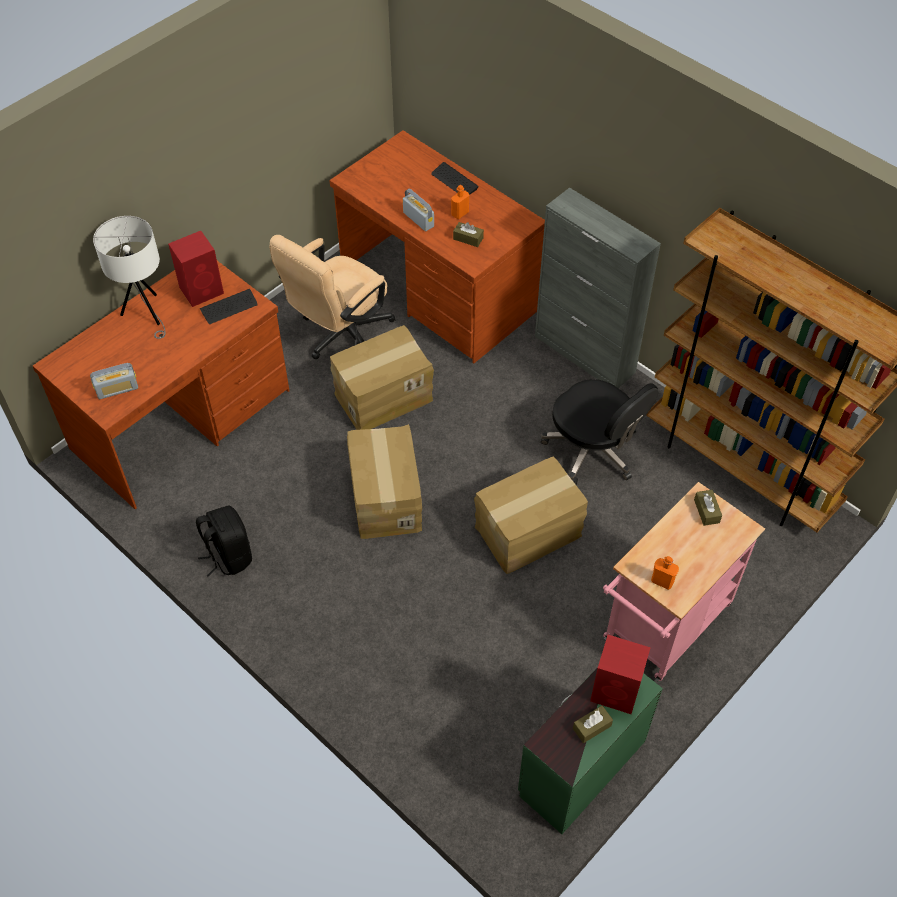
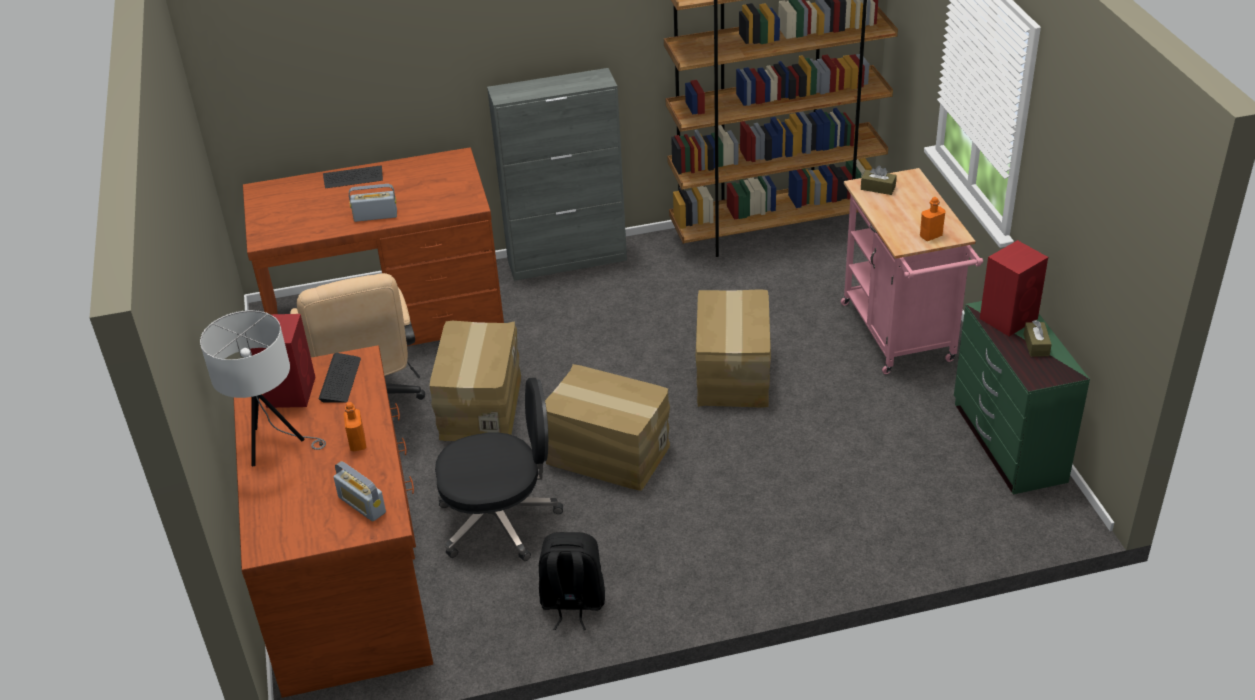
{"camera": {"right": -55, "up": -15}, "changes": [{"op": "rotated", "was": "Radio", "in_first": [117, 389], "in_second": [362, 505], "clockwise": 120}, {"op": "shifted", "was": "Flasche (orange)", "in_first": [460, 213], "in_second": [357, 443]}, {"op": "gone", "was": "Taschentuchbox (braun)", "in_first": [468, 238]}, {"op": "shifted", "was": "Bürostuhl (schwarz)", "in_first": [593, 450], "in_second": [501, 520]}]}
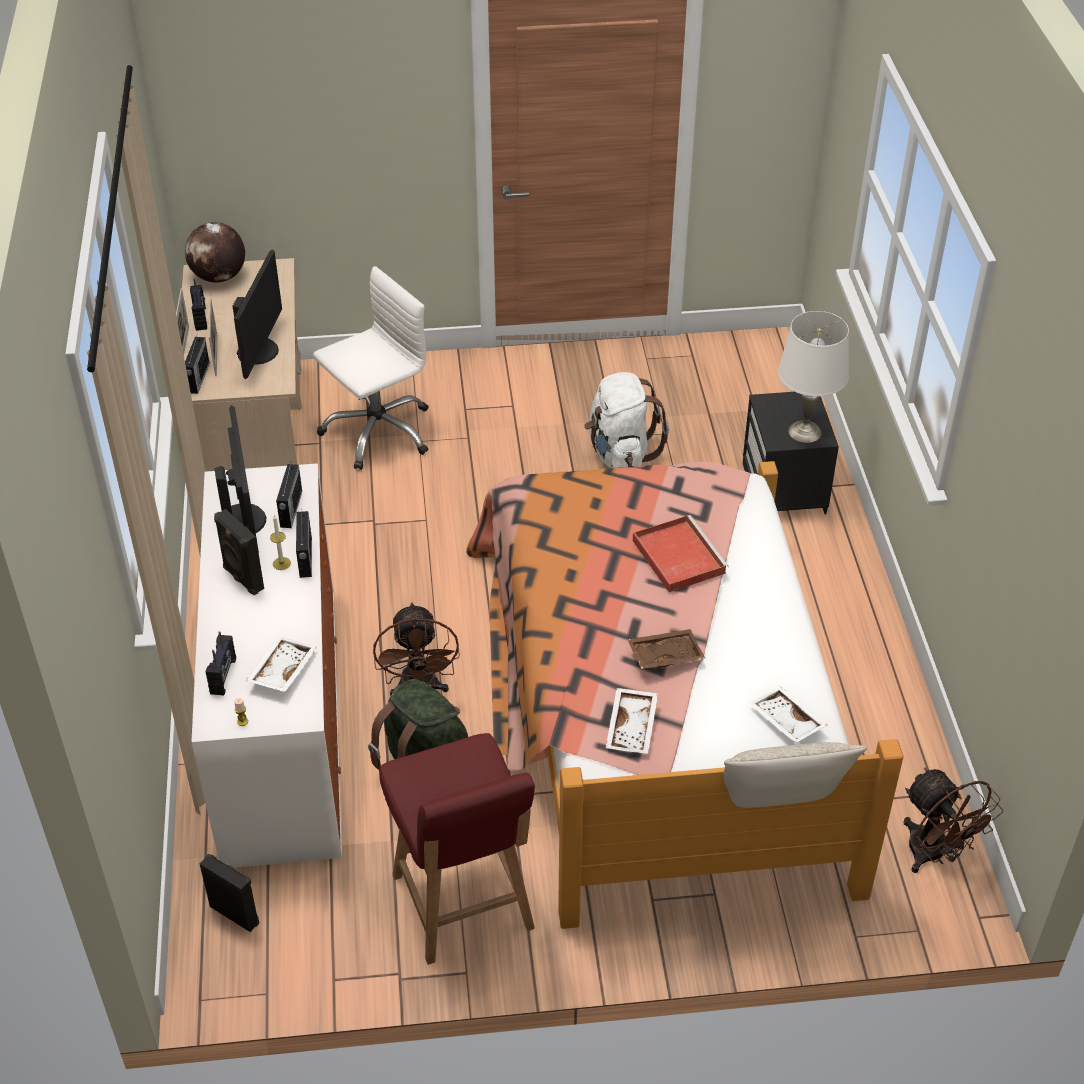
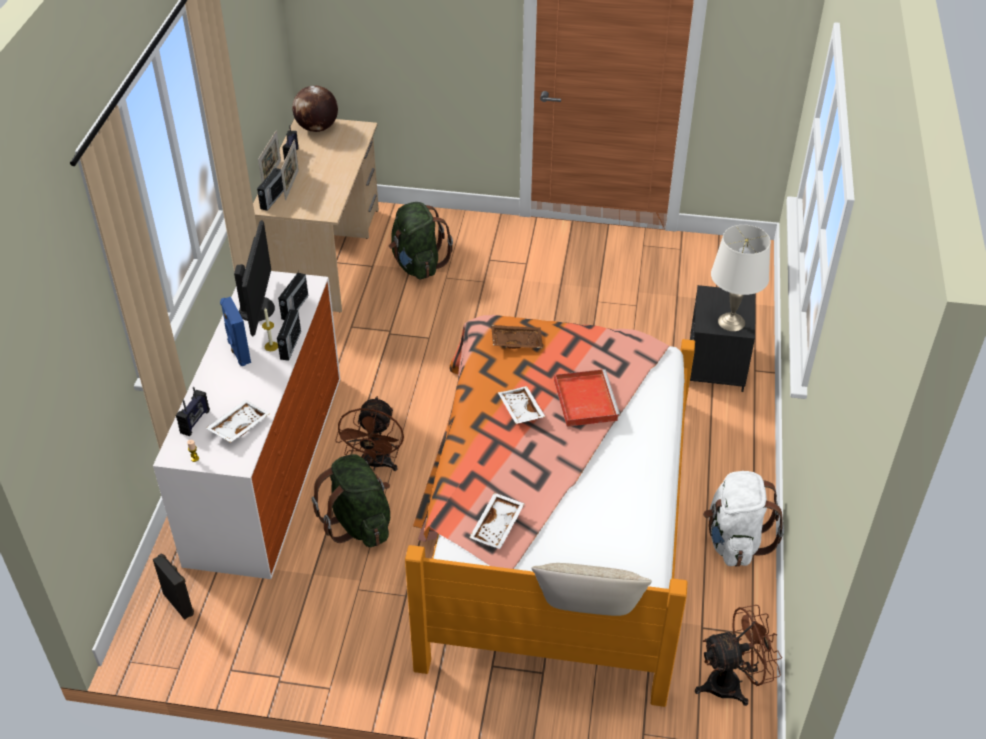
{"camera": {"right": 15, "up": 0}, "changes": [{"op": "repainted", "was": "Lautsprecher (schwarz)", "now": "Lautsprecher (blau)", "in_first": [242, 579], "in_second": [238, 352]}, {"op": "gone", "was": "Monitor", "in_first": [259, 351]}, {"op": "swapped", "was": "Bürostuhl (weiß)", "now": "Rucksack (grün)", "in_first": [377, 431], "in_second": [418, 265]}, {"op": "gone", "was": "Stuhl (rot)", "in_first": [463, 905]}, {"op": "shifted", "was": "Rucksack (weiß)", "in_first": [620, 453], "in_second": [734, 541]}, {"op": "shifted", "was": "Tablett (braun)", "in_first": [665, 655], "in_second": [516, 341]}, {"op": "shifted", "was": "Tablett (weiß)", "in_first": [785, 721], "in_second": [520, 410]}, {"op": "rotated", "was": "Ventilator (braun)", "in_first": [934, 855], "in_second": [732, 683], "clockwise": -90}]}
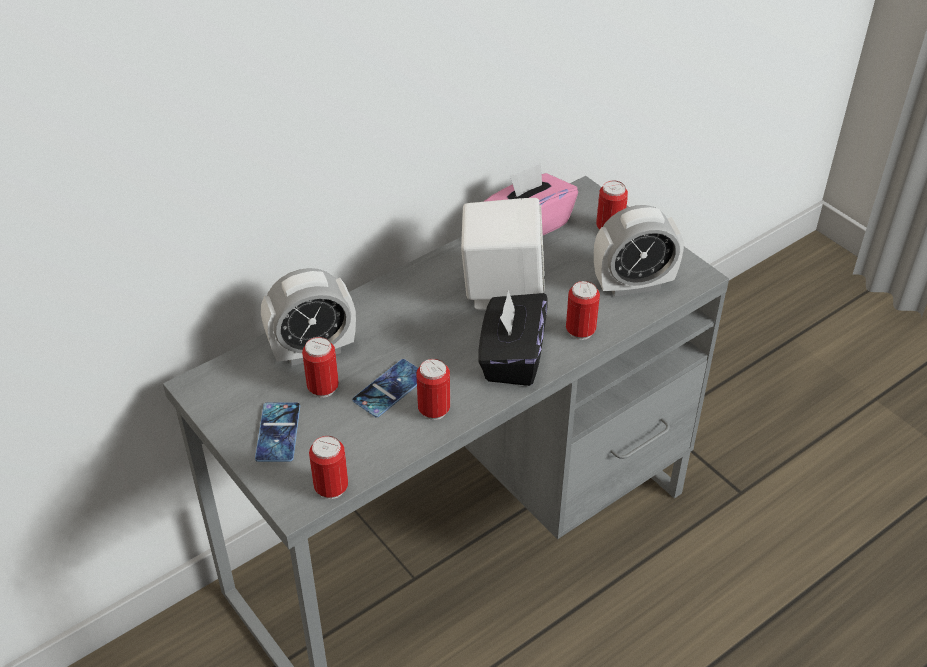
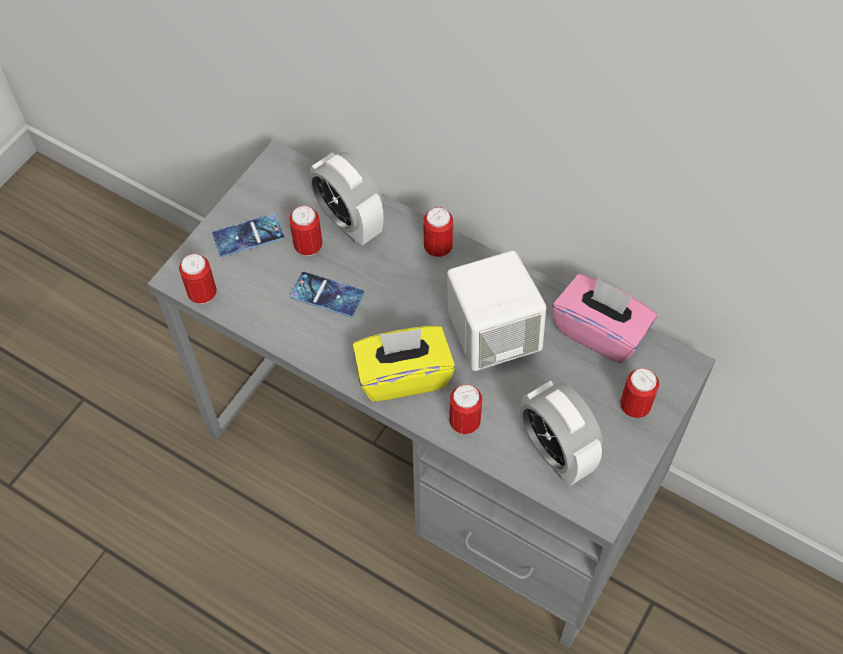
{"camera": {"right": 70, "up": 15}, "changes": [{"op": "shifted", "was": "Dose", "in_first": [434, 410], "in_second": [438, 248]}, {"op": "repainted", "was": "Taschentuchbox (schwarz)", "now": "Taschentuchbox (gelb)", "in_first": [511, 358], "in_second": [403, 375]}]}
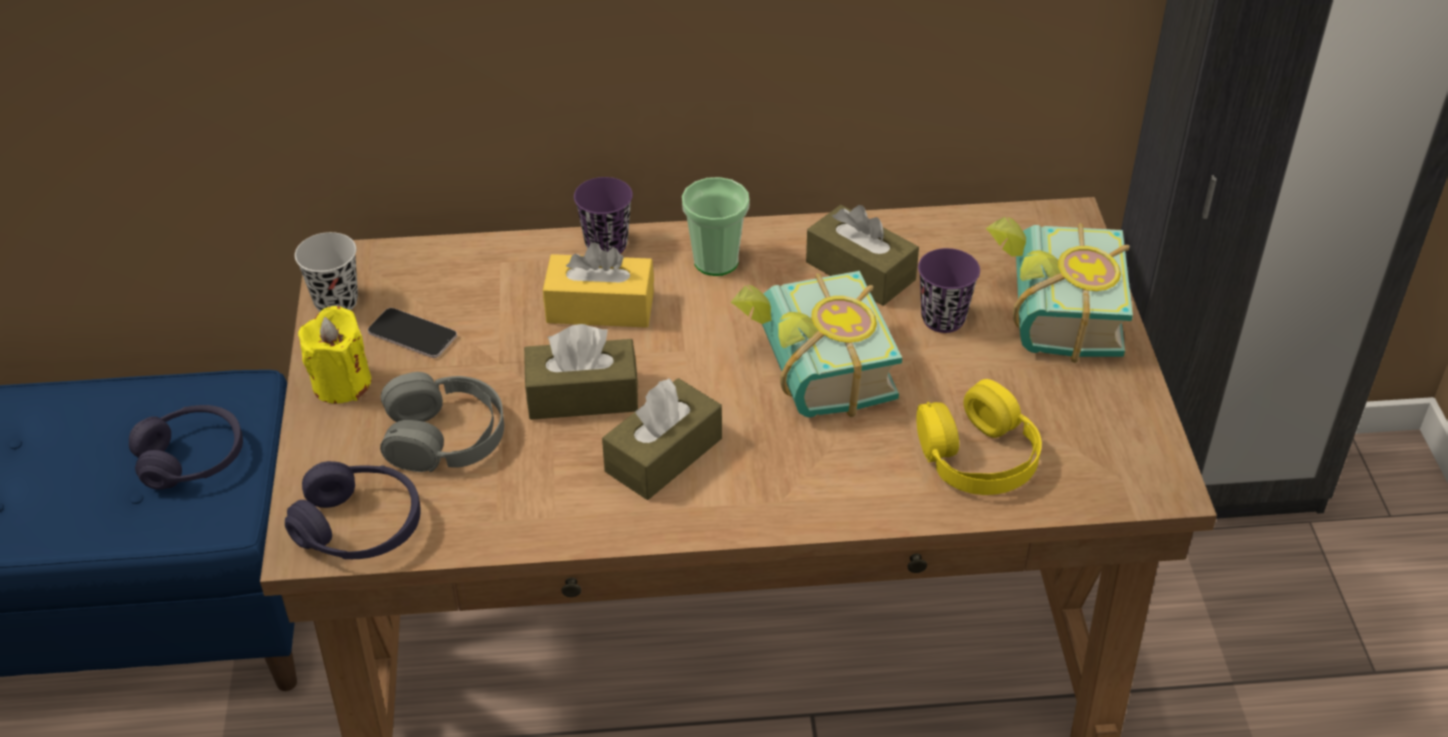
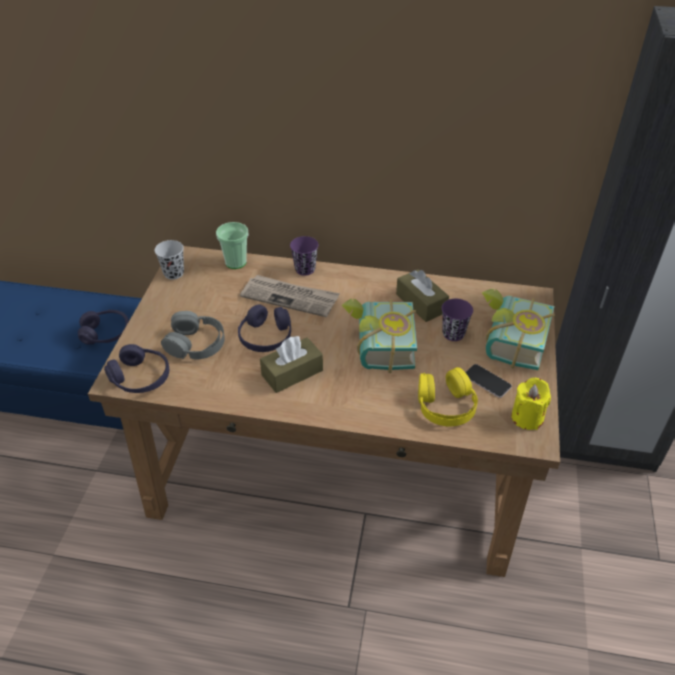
{"camera": {"right": 15, "up": 0}, "changes": [{"op": "shifted", "was": "Kerze (gelb)", "in_first": [341, 383], "in_second": [527, 417]}, {"op": "shifted", "was": "Handy", "in_first": [412, 334], "in_second": [487, 381]}, {"op": "swapped", "was": "Taschentuchbox (braun)", "now": "Kopfhörer (lila)", "in_first": [582, 396], "in_second": [265, 337]}, {"op": "swapped", "was": "Taschentuchbox (gelb)", "now": "Zeitung", "in_first": [600, 307], "in_second": [290, 297]}, {"op": "shifted", "was": "Tasse", "in_first": [716, 261], "in_second": [235, 262]}]}
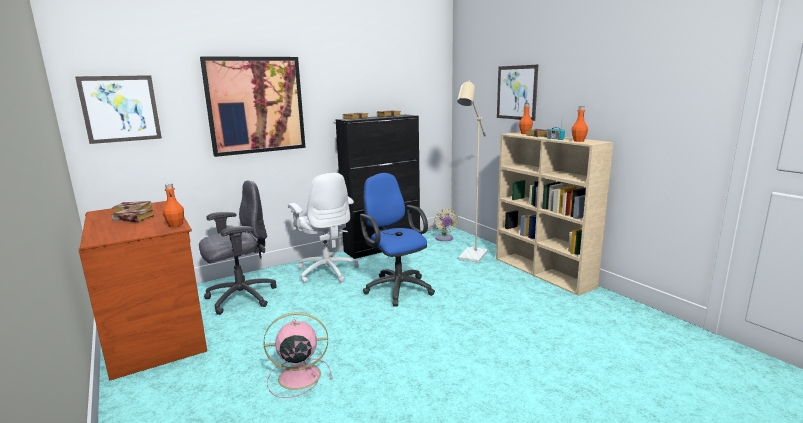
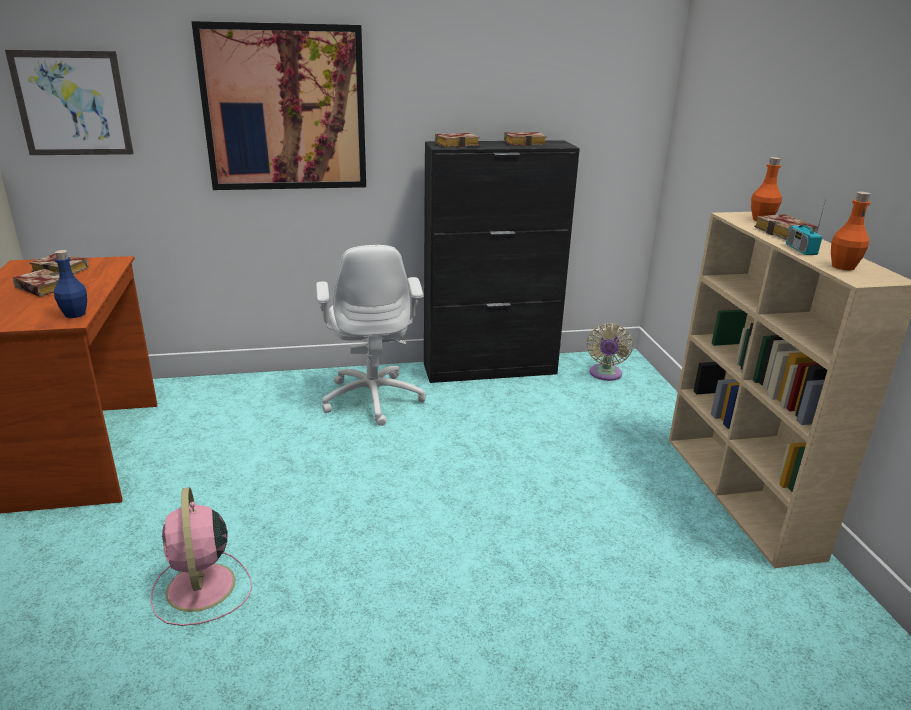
{"camera": {"right": 20, "up": 10}, "changes": [{"op": "repainted", "was": "Flasche (orange)", "now": "Flasche (blau)", "in_first": [175, 225], "in_second": [75, 314]}, {"op": "gone", "was": "Bürostuhl (grau)", "in_first": [240, 297]}, {"op": "rotated", "was": "Ventilator (rosa)", "in_first": [297, 376], "in_second": [201, 589], "clockwise": -120}, {"op": "gone", "was": "Bürostuhl (blau)", "in_first": [396, 288]}, {"op": "gone", "was": "Stehlampe (beige)", "in_first": [471, 257]}, {"op": "gone", "was": "Bild", "in_first": [516, 92]}]}
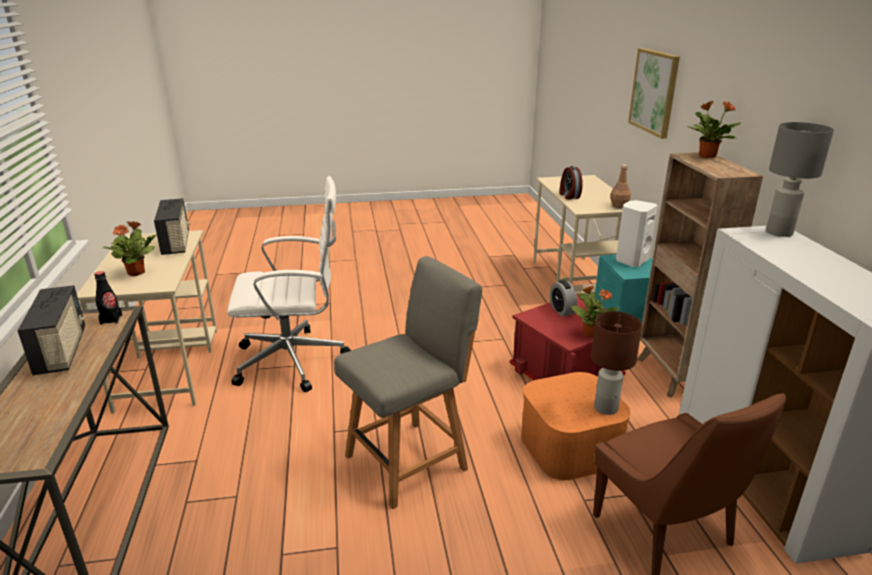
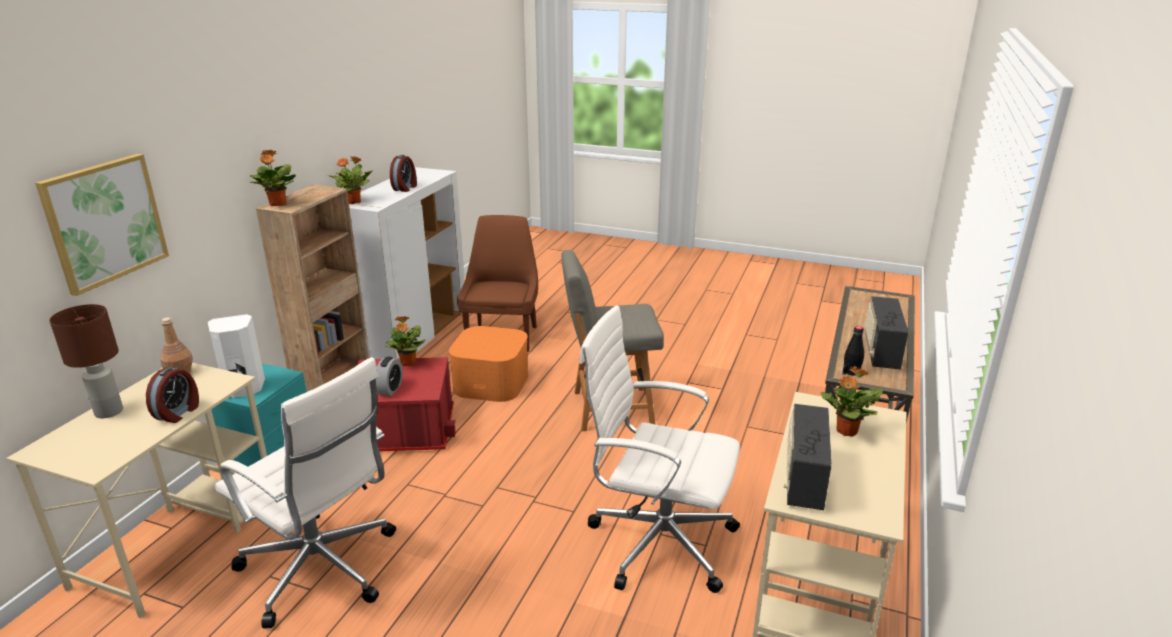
{"camera": {"right": -150, "up": 0}, "changes": [{"op": "shifted", "was": "Tischlampe (braun)", "in_first": [605, 407], "in_second": [108, 412]}, {"op": "swapped", "was": "Tischlampe (grau)", "now": "Topfpflanze", "in_first": [778, 232], "in_second": [354, 202]}, {"op": "new", "now": "Bürostuhl (weiß)", "in_second": [321, 570]}, {"op": "new", "now": "Wecker", "in_second": [405, 188]}]}
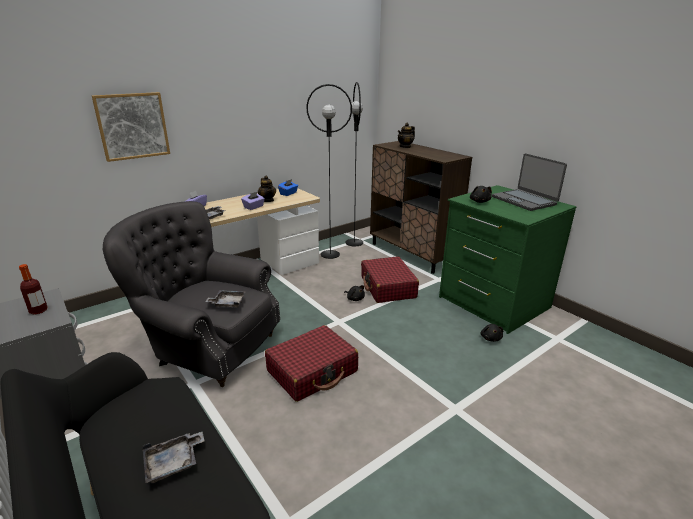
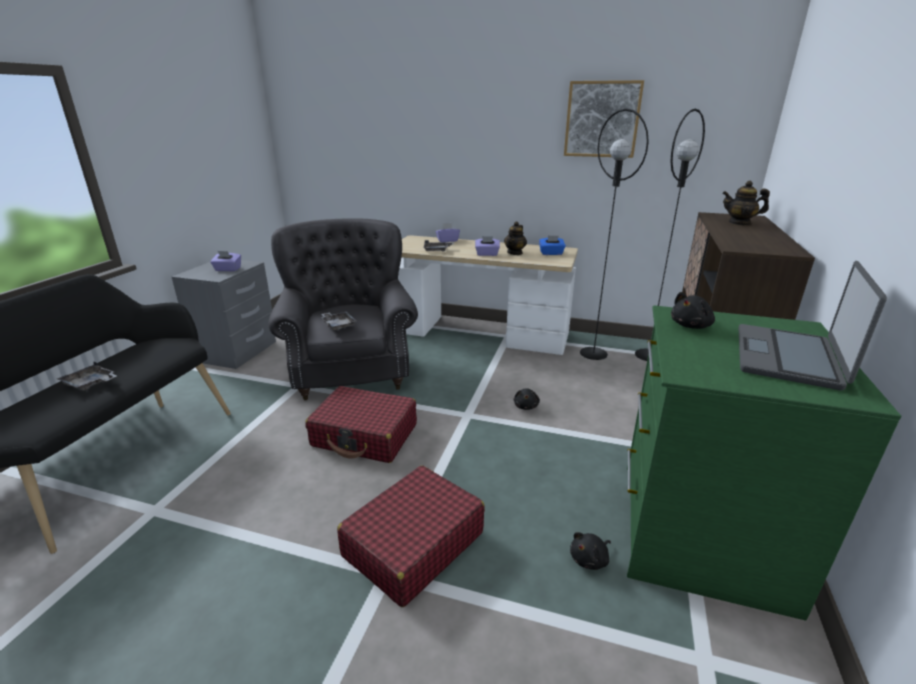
{"camera": {"right": 55, "up": 0}, "changes": [{"op": "swapped", "was": "Flasche", "now": "Taschentuchbox (lila)", "in_first": [38, 310], "in_second": [227, 269]}, {"op": "shifted", "was": "Bild", "in_first": [132, 126], "in_second": [602, 119]}, {"op": "shifted", "was": "Koffer (rot)", "in_first": [388, 287], "in_second": [413, 544]}]}
